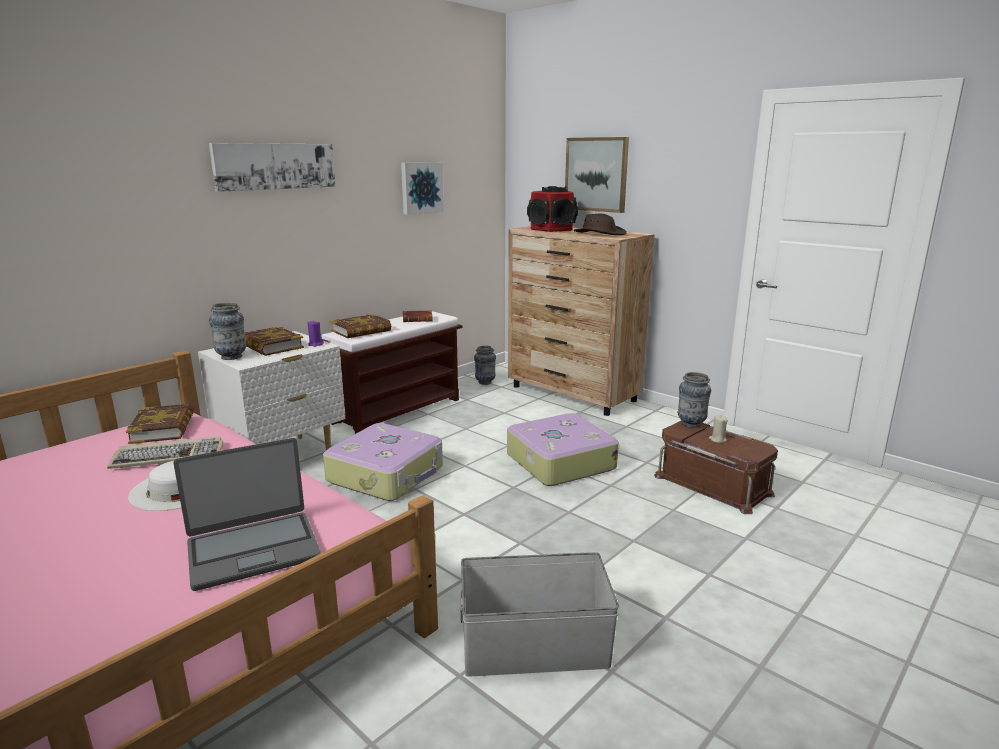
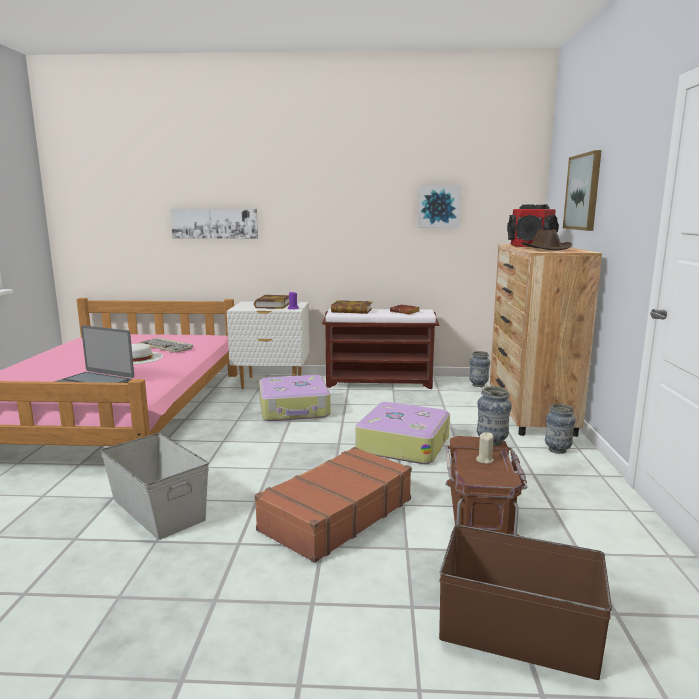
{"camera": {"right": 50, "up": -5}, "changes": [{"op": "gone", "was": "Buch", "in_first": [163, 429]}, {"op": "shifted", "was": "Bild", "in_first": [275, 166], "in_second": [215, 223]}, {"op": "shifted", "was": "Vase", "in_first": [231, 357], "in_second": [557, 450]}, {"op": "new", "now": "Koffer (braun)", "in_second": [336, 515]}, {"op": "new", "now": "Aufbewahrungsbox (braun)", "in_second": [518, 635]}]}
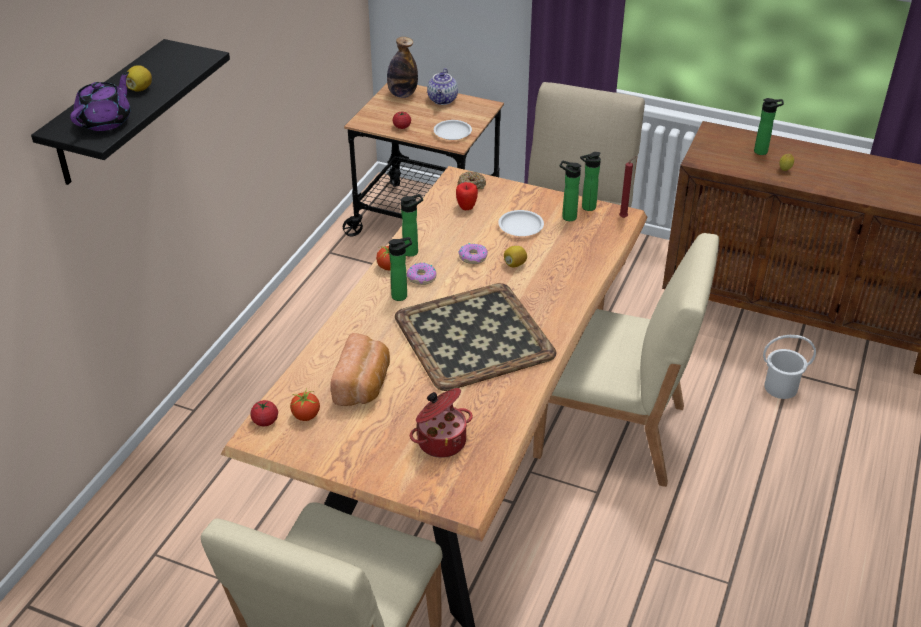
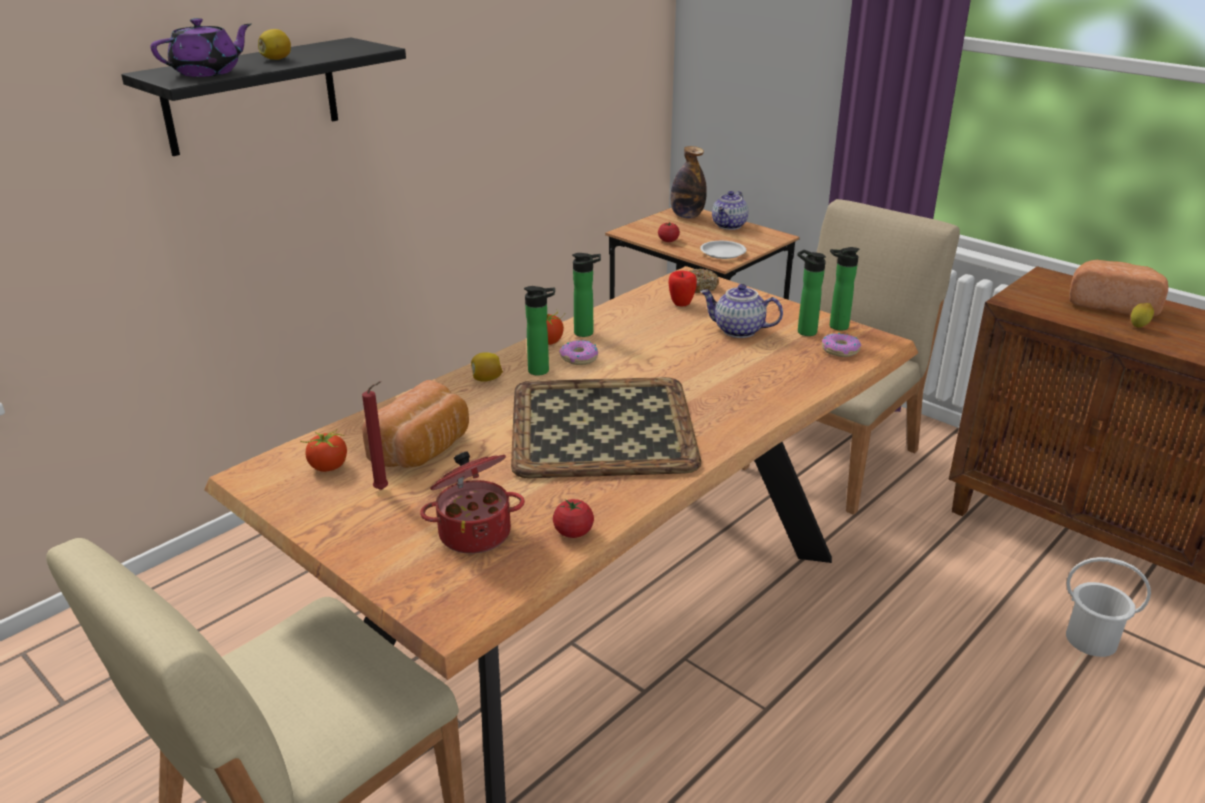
{"camera": {"right": 20, "up": -10}, "changes": [{"op": "shifted", "was": "Tomate", "in_first": [265, 421], "in_second": [573, 532]}, {"op": "shifted", "was": "Donut", "in_first": [473, 257], "in_second": [840, 350]}, {"op": "swapped", "was": "Teller (weiß)", "now": "Teekanne", "in_first": [521, 226], "in_second": [738, 331]}, {"op": "shifted", "was": "Zitrone", "in_first": [515, 264], "in_second": [486, 379]}, {"op": "gone", "was": "Stuhl (beige)", "in_first": [612, 432]}, {"op": "shifted", "was": "Kerze (rot)", "in_first": [624, 217], "in_second": [384, 489]}, {"op": "swapped", "was": "Flasche", "now": "Brot", "in_first": [763, 151], "in_second": [1112, 305]}]}
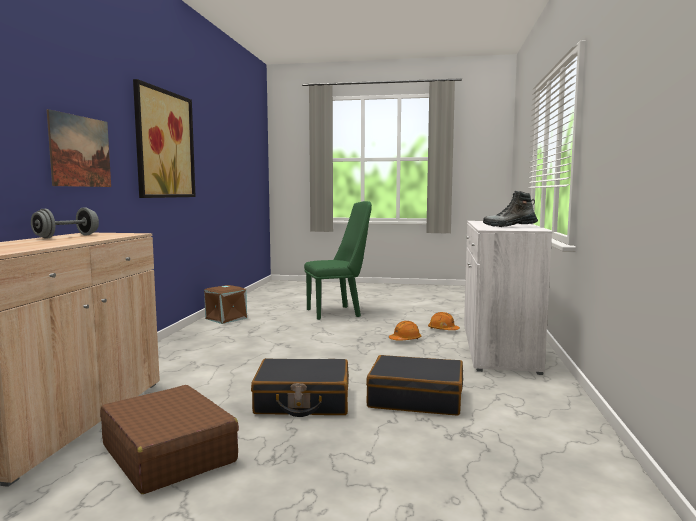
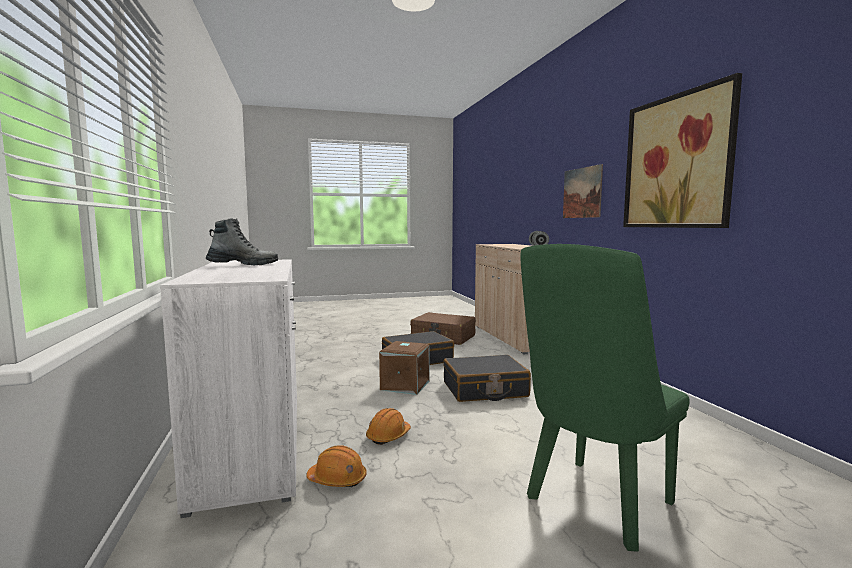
{"camera": {"right": 155, "up": 0}, "changes": [{"op": "shifted", "was": "Aufbewahrungsbox (braun)", "in_first": [226, 318], "in_second": [404, 385]}, {"op": "shifted", "was": "Koffer (schwarz)", "in_first": [416, 398], "in_second": [485, 390]}]}
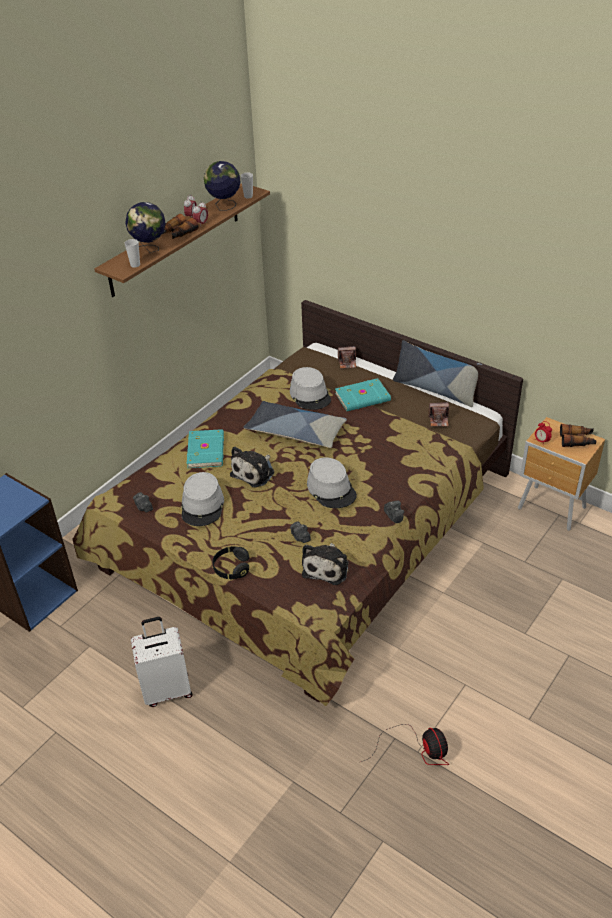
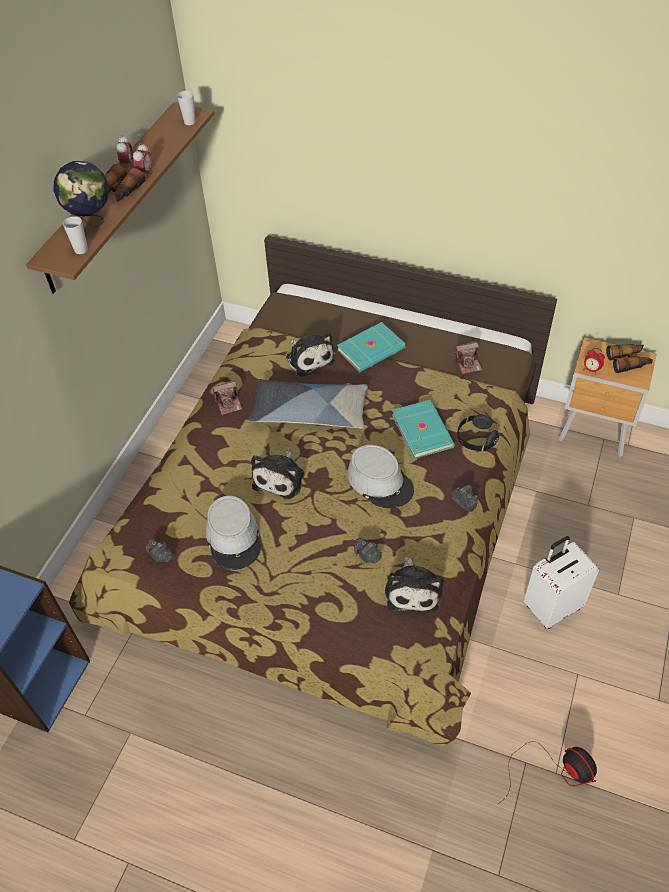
{"camera": {"right": -15, "up": 10}, "changes": [{"op": "shifted", "was": "Koffer (weiß)", "in_first": [167, 690], "in_second": [552, 606]}, {"op": "shifted", "was": "Buch (türkis)", "in_first": [207, 450], "in_second": [423, 430]}, {"op": "gone", "was": "Globus", "in_first": [224, 206]}, {"op": "shifted", "was": "Kopfhörer (schwarz)", "in_first": [231, 568], "in_second": [476, 439]}, {"op": "swapped", "was": "Hut (grau)", "now": "Plüschtier", "in_first": [310, 395], "in_second": [309, 358]}, {"op": "shifted", "was": "Kamera", "in_first": [347, 363], "in_second": [229, 403]}, {"op": "gone", "was": "Kissen", "in_first": [435, 390]}]}
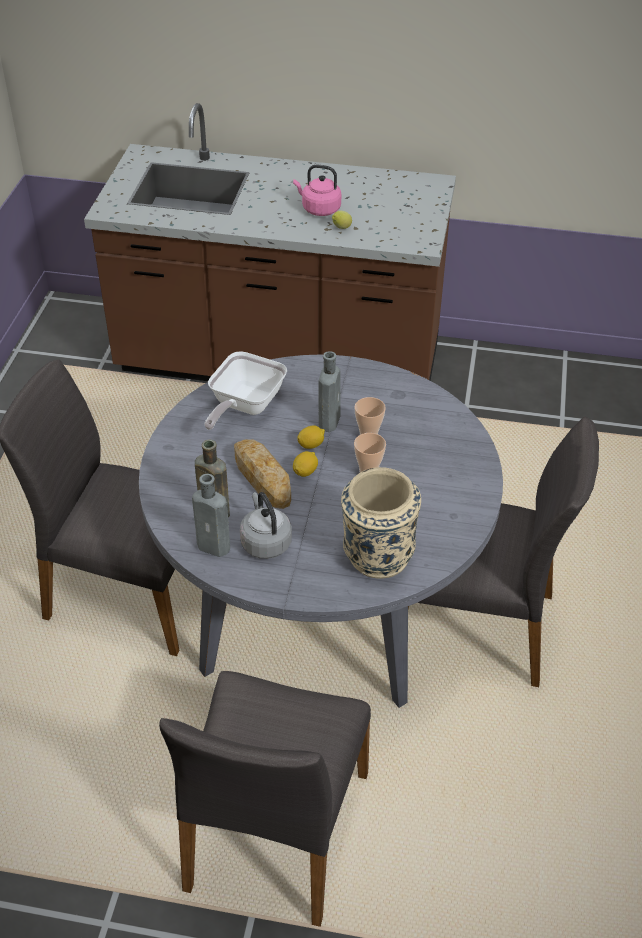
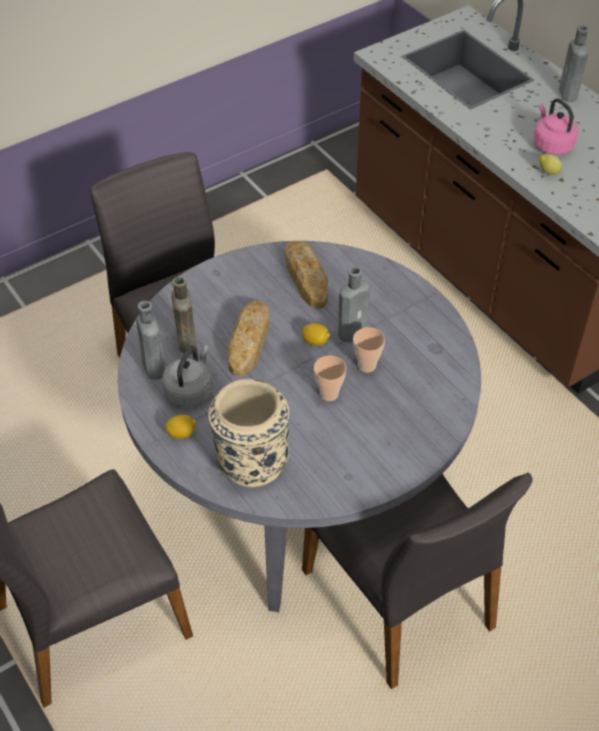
{"camera": {"right": 45, "up": 5}, "changes": [{"op": "swapped", "was": "Pfanne", "now": "Brot", "in_first": [244, 406], "in_second": [306, 277]}, {"op": "shifted", "was": "Zitrone", "in_first": [305, 471], "in_second": [181, 433]}, {"op": "new", "now": "Flasche (grau)", "in_second": [568, 95]}]}
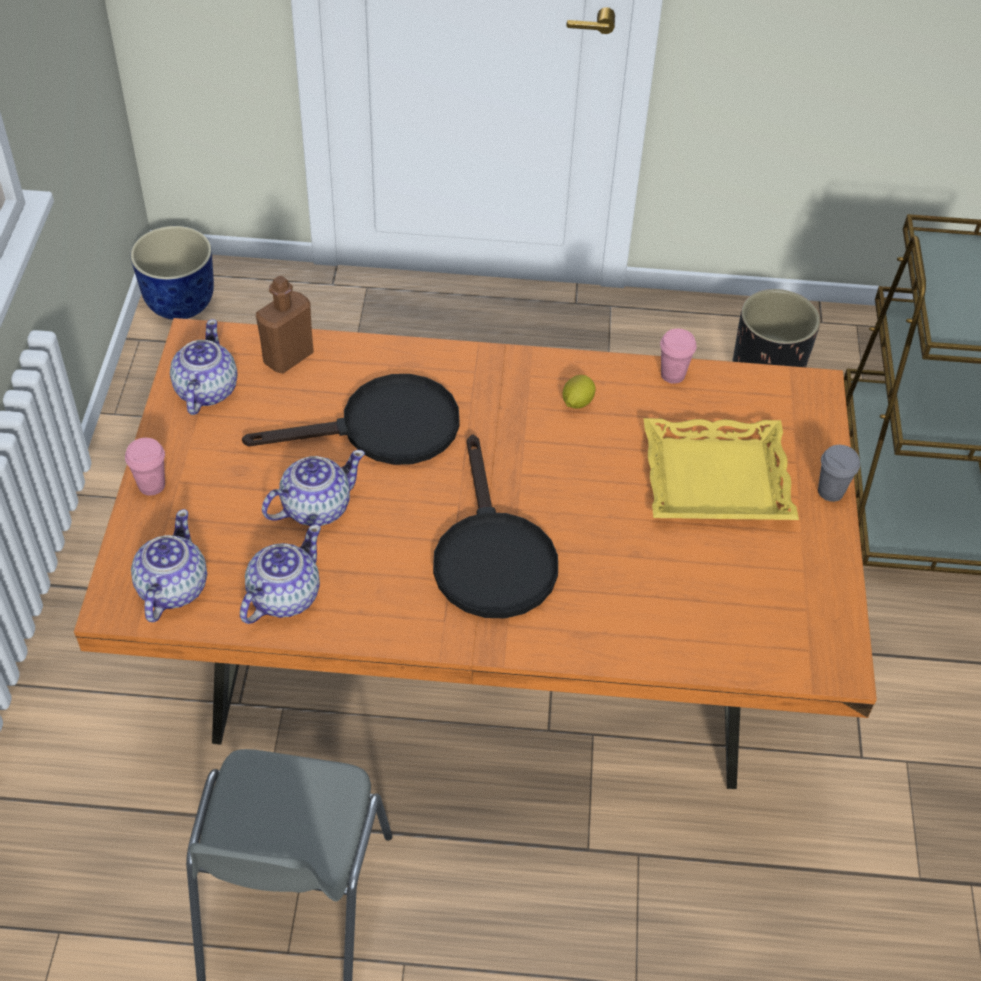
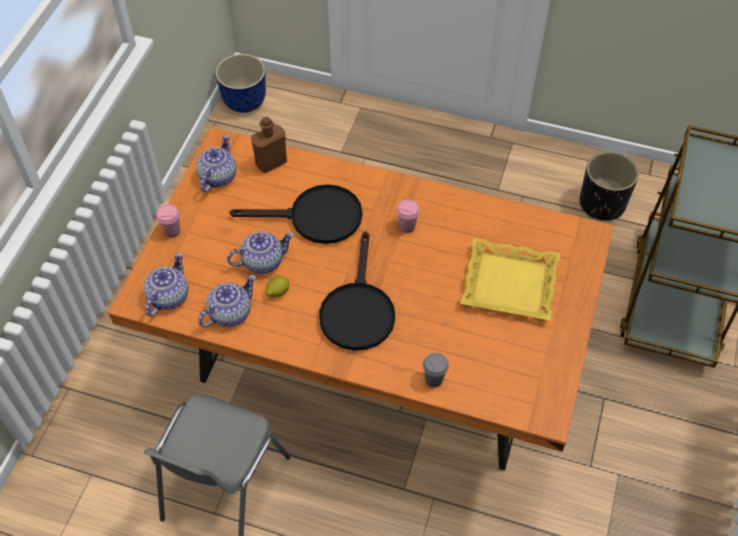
{"camera": {"right": 15, "up": 5}, "changes": [{"op": "shifted", "was": "Zitrone", "in_first": [576, 403], "in_second": [278, 292]}, {"op": "shifted", "was": "Tasse (rosa)", "in_first": [672, 375], "in_second": [407, 227]}, {"op": "shifted", "was": "Tasse (grau)", "in_first": [830, 491], "in_second": [434, 379]}]}
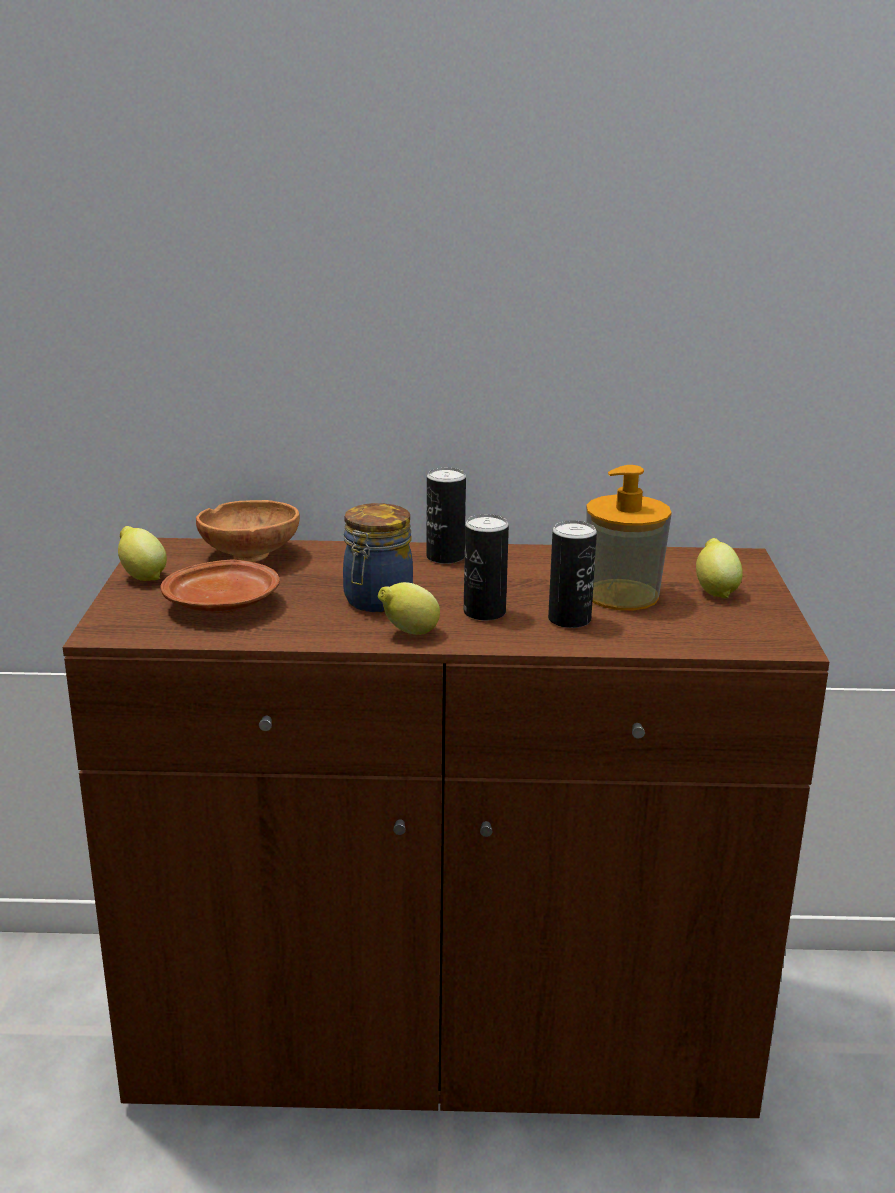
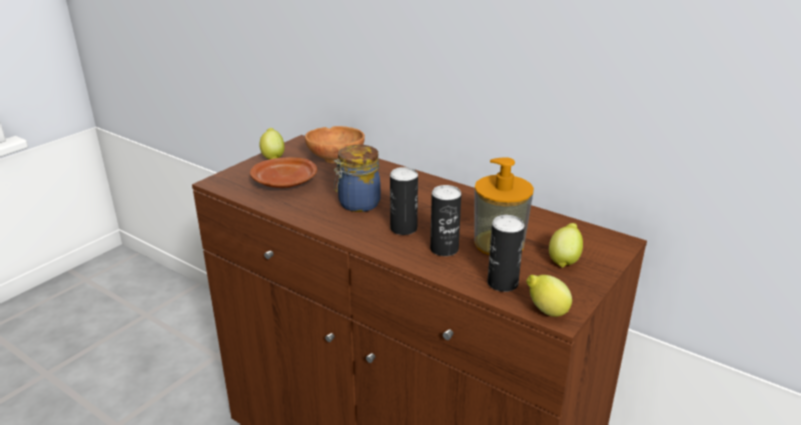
{"camera": {"right": 35, "up": 5}, "changes": [{"op": "shifted", "was": "Zitrone", "in_first": [408, 633], "in_second": [546, 311]}, {"op": "shifted", "was": "Dose", "in_first": [445, 557], "in_second": [502, 283]}]}
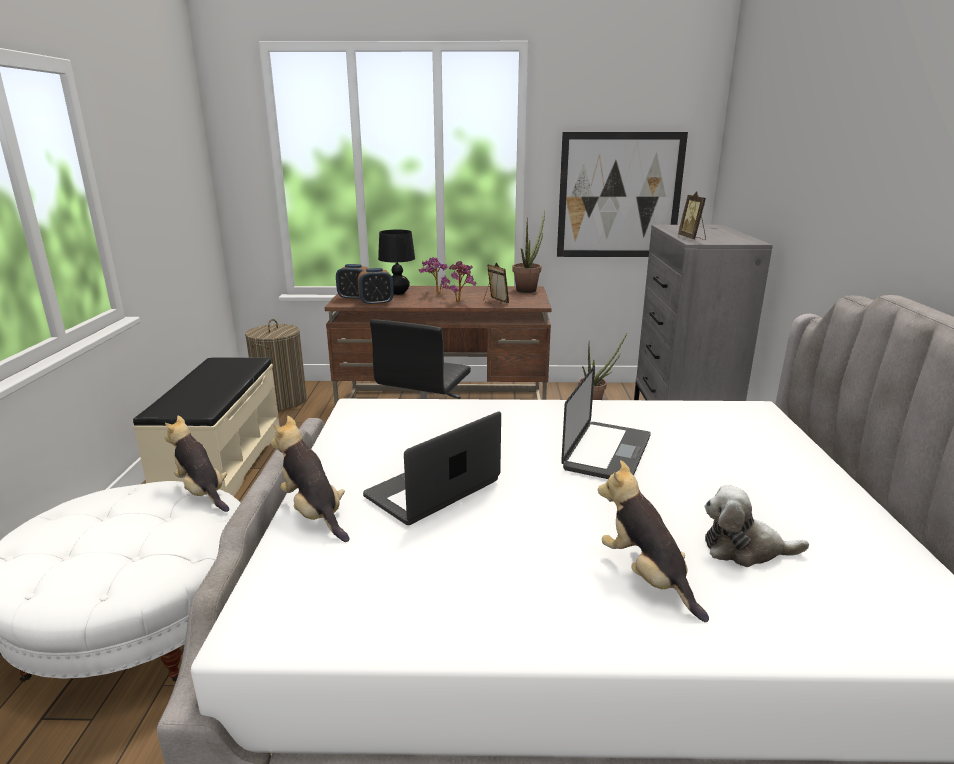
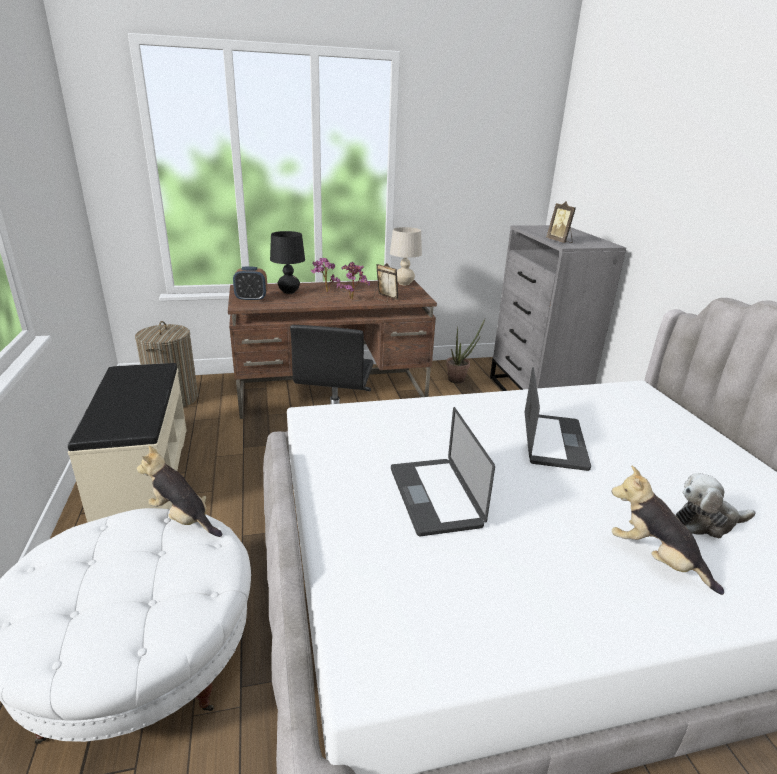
{"camera": {"right": -15, "up": 5}, "changes": [{"op": "gone", "was": "Plüschtier", "in_first": [314, 513]}, {"op": "gone", "was": "Wecker", "in_first": [376, 303]}, {"op": "rotated", "was": "Laptop", "in_first": [433, 489], "in_second": [435, 497], "clockwise": -45}, {"op": "swapped", "was": "Topfpflanze", "now": "Tischlampe (beige)", "in_first": [528, 289], "in_second": [404, 283]}, {"op": "gone", "was": "Bild", "in_first": [619, 196]}]}
